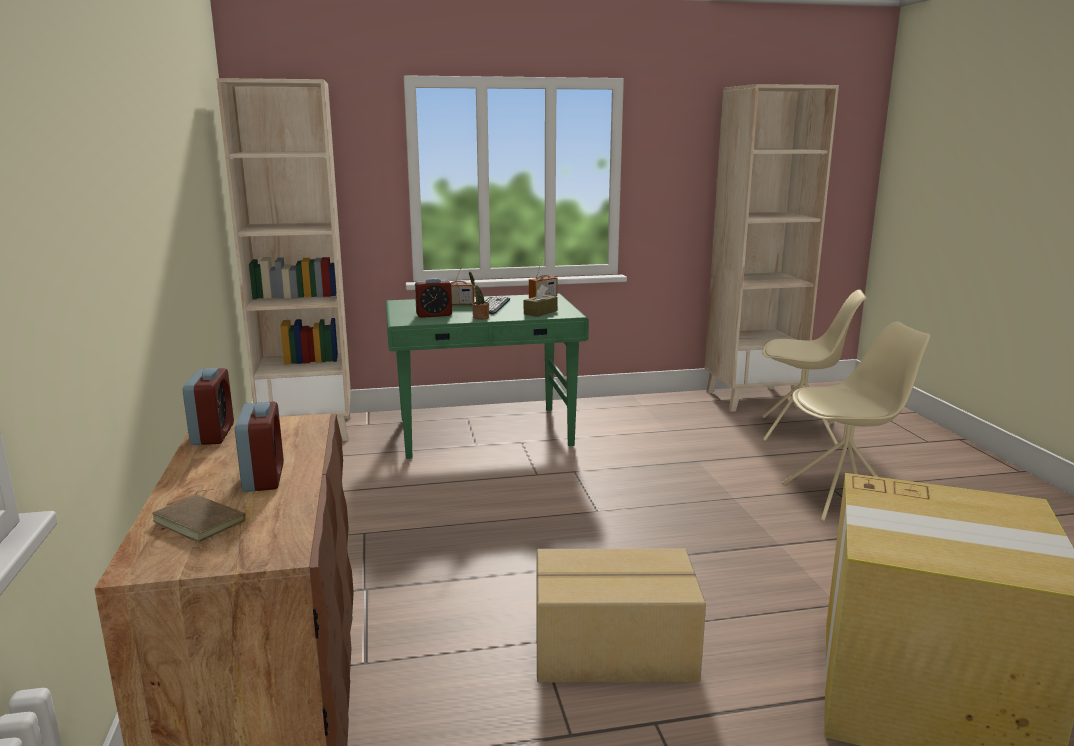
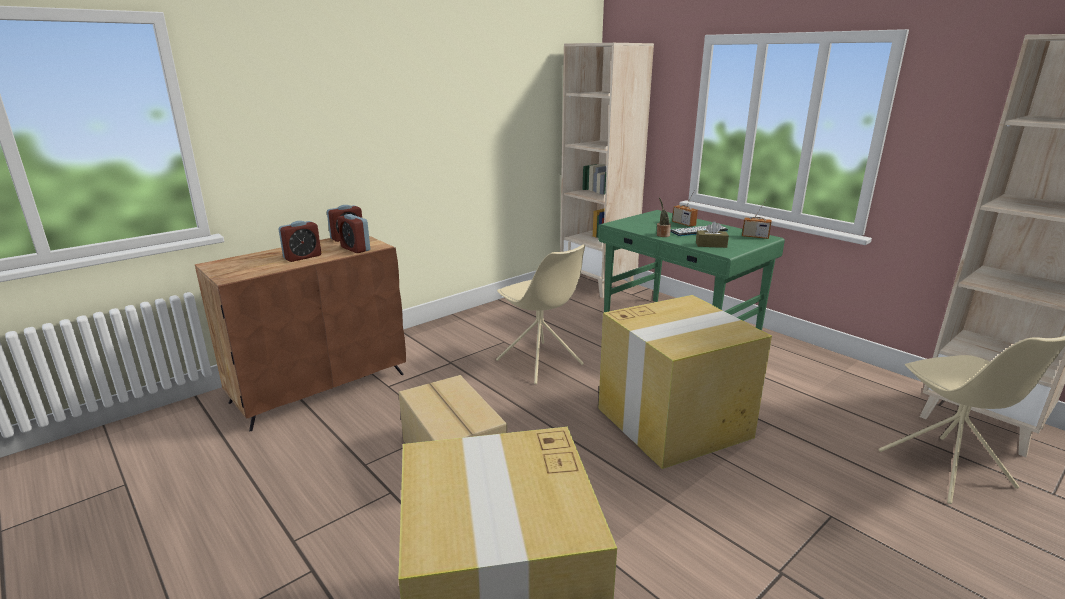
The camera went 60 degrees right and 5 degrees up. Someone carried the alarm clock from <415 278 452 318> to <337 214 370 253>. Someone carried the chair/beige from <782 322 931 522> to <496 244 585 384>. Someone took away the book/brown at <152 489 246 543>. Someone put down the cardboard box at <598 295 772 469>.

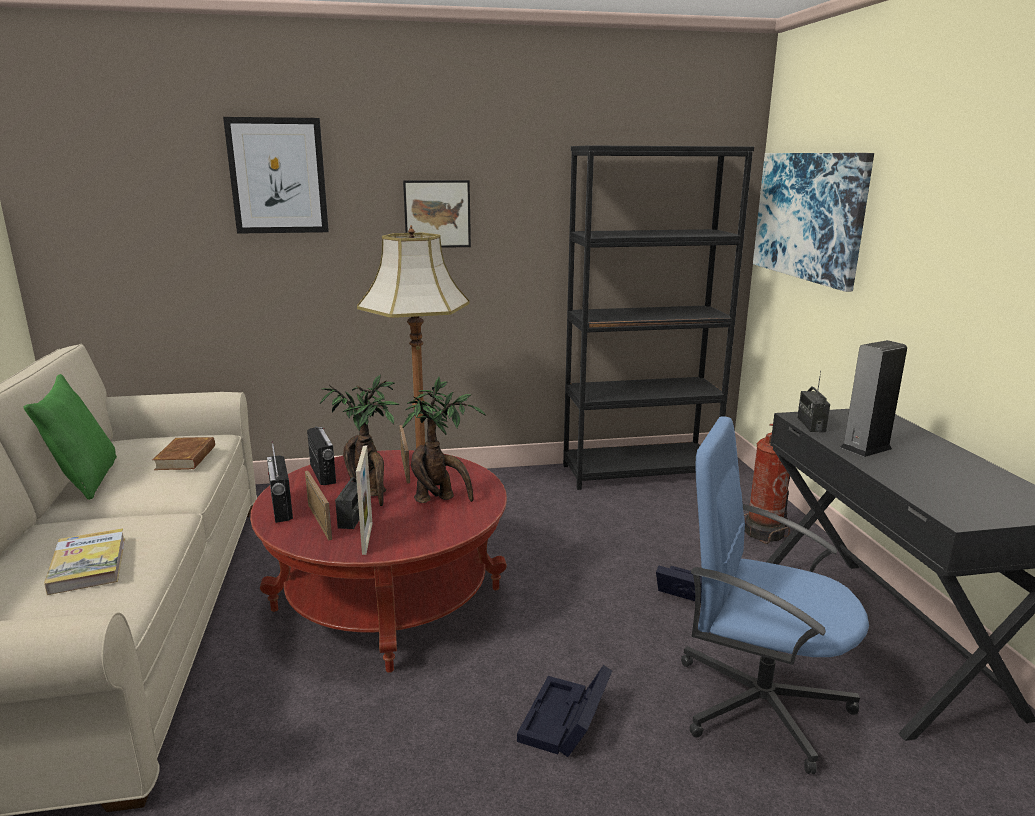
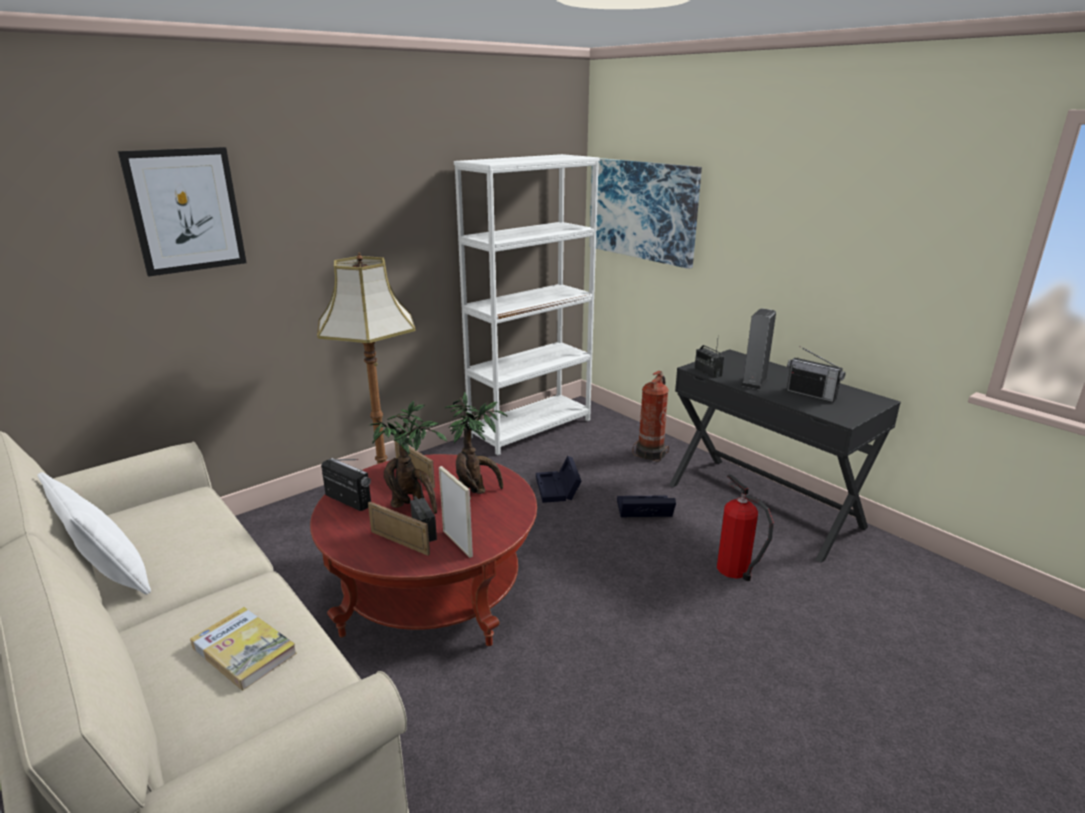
The camera went 30 degrees left and 5 degrees up. Someone repainted the bookcase/black at <563 145 754 490>, which became the bookcase/white at <454 154 600 455>. Someone took away the picture at <403 180 471 248>. Someone repainted the pillow/green at <23 374 117 500>, which became the pillow/white at <38 472 151 595>. Someone swapped the office chair/blue at <681 416 869 774> for the fire extinguisher at <717 474 774 581>. Someone took away the book/brown at <152 437 215 470>. Someone carried the radio from <267 441 293 523> to <786 346 845 403>. Someone carried the storage box/black from <517 665 612 757> to <536 456 582 503>.

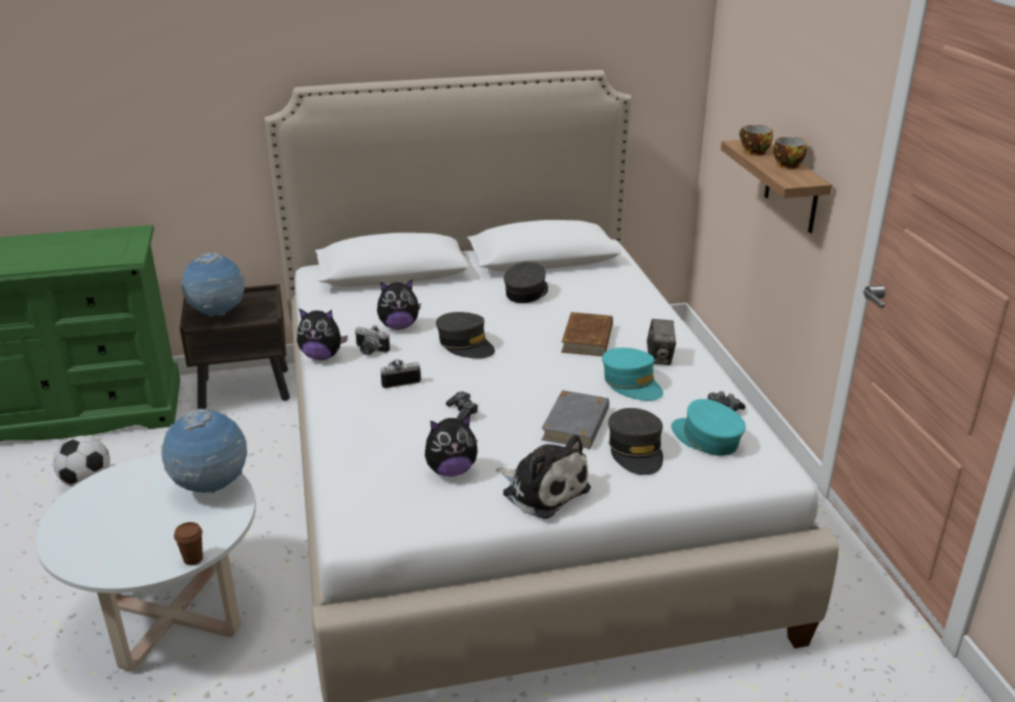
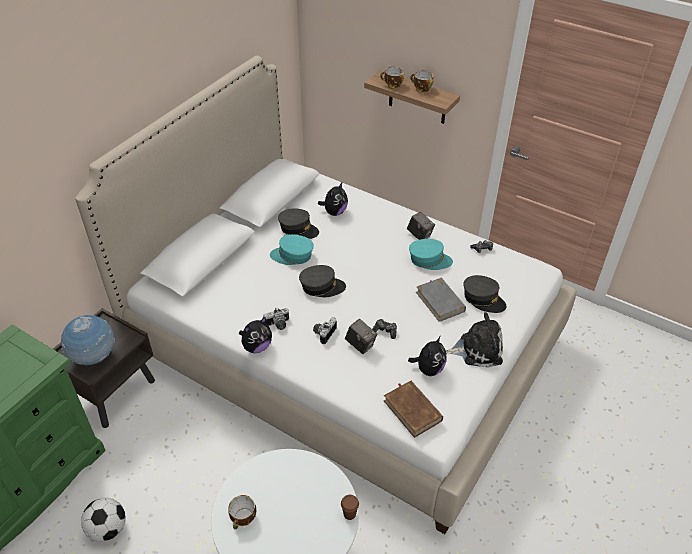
The camera went 45 degrees left and 15 degrees up. Someone rotated the cap/grey at <504 261 548 303> by 135 degrees clockwise. Someone carried the plush toy from <377 280 421 330> to <318 183 348 216>. Someone carried the book/brown from <561 312 613 356> to <384 381 443 438>. Someone carried the cap/turquoise from <671 399 746 456> to <270 235 314 265>. Someone took away the globe at <161 409 247 493>. Someone put down the photo camera at <345 319 377 354>. Someone put down the cup at <228 495 256 529>.

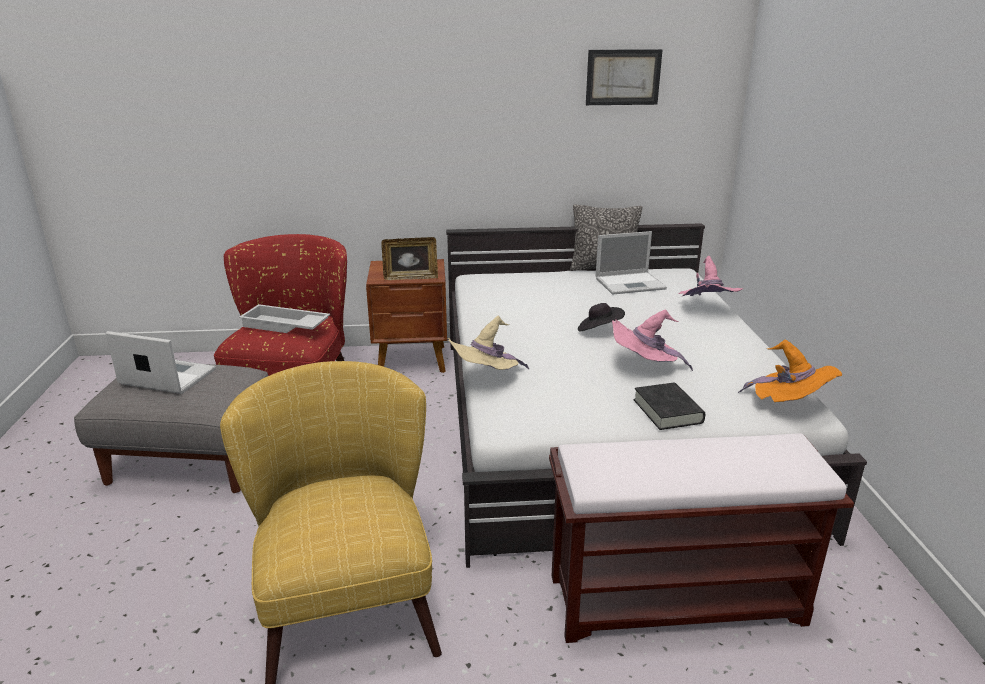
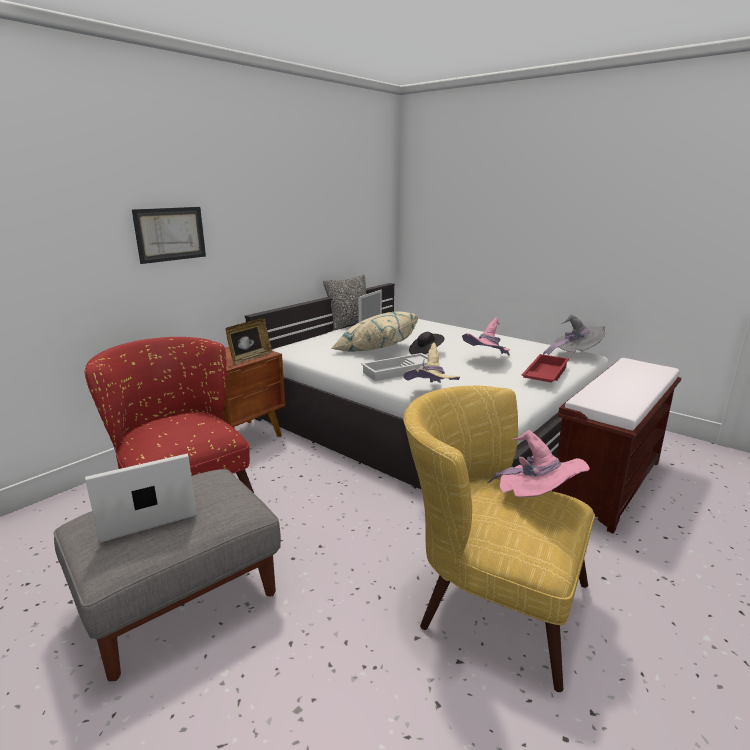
The camera went 45 degrees left and 5 degrees down. Someone carried the picture from <586 49 662 105> to <132 207 206 264>. Someone carried the hat/pink from <679 256 743 296> to <487 430 590 497>. Someone carried the tray/white from <239 304 330 333> to <361 353 428 381>. Someone repainted the hat/orange at <738 339 842 402>, which became the hat/grey at <543 314 605 355>. Someone swapped the book/black at <634 383 705 430> for the tray/red at <521 354 569 383>. Someone put down the pillow/beige at <331 312 419 352>.

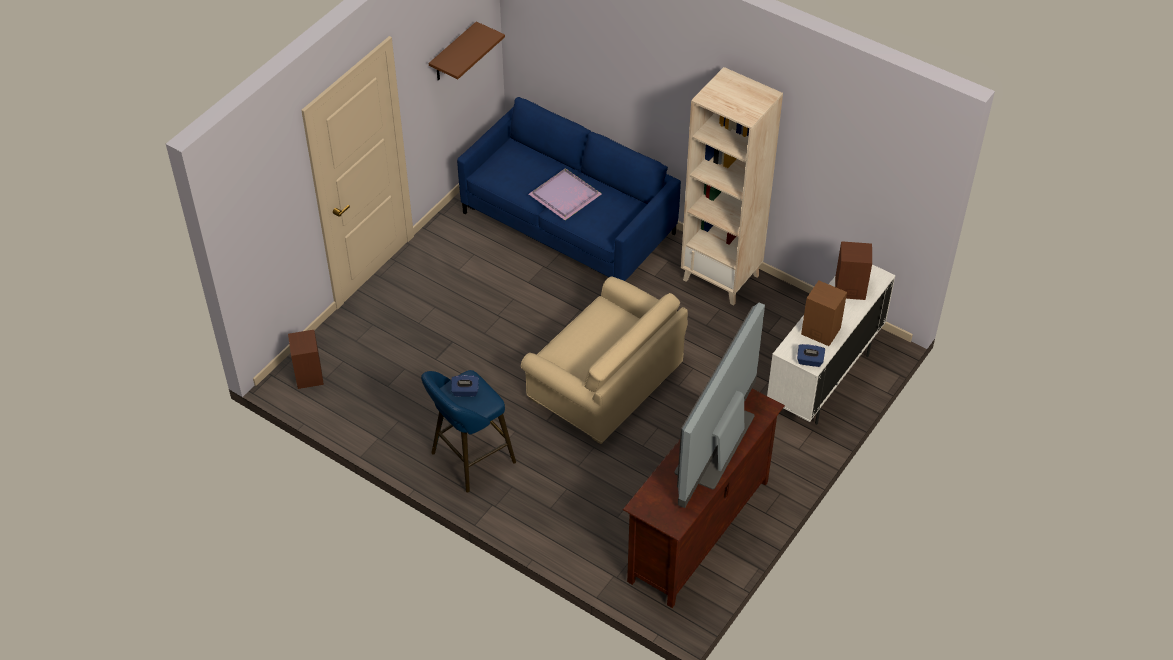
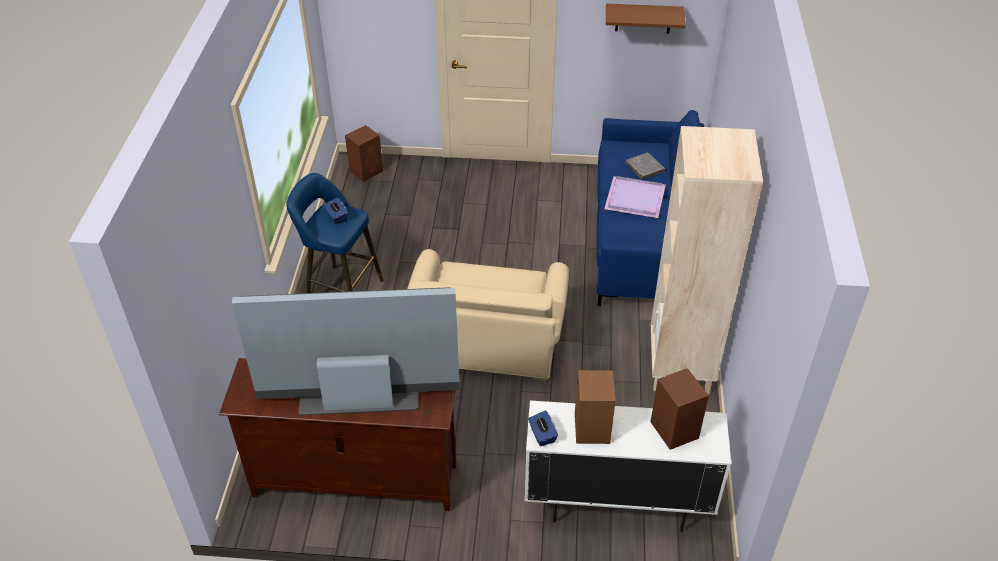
The camera went 60 degrees right and 5 degrees down. Someone put down the book/grey at <625 153 665 180>.

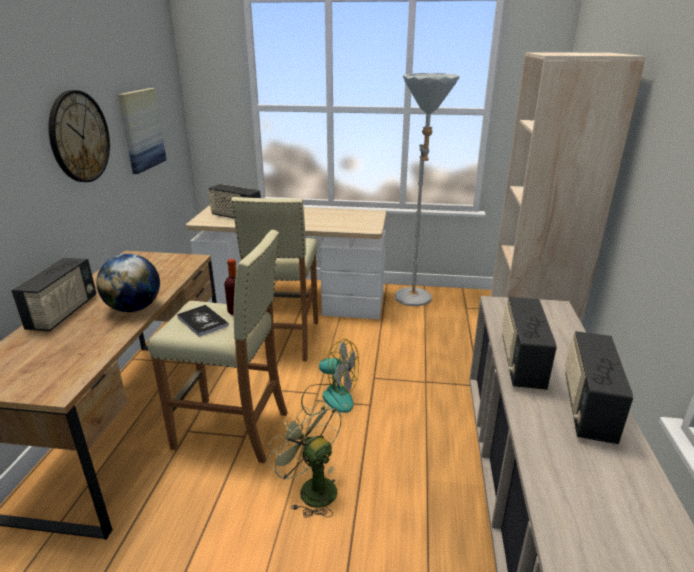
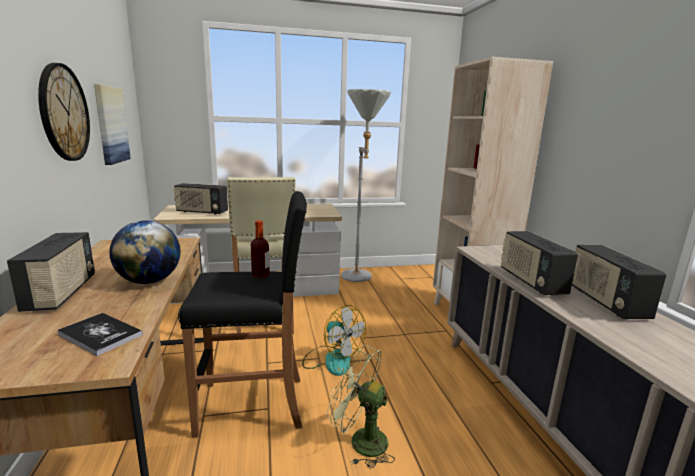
The camera went 20 degrees left and 10 degrees down. Someone repainted the stool/beige at <147 230 288 463>, which became the stool/black at <178 191 307 438>. Someone carried the book from <177 305 229 337> to <57 313 143 356>. Someone rotated the fan at <301 339 359 416> by 45 degrees clockwise.

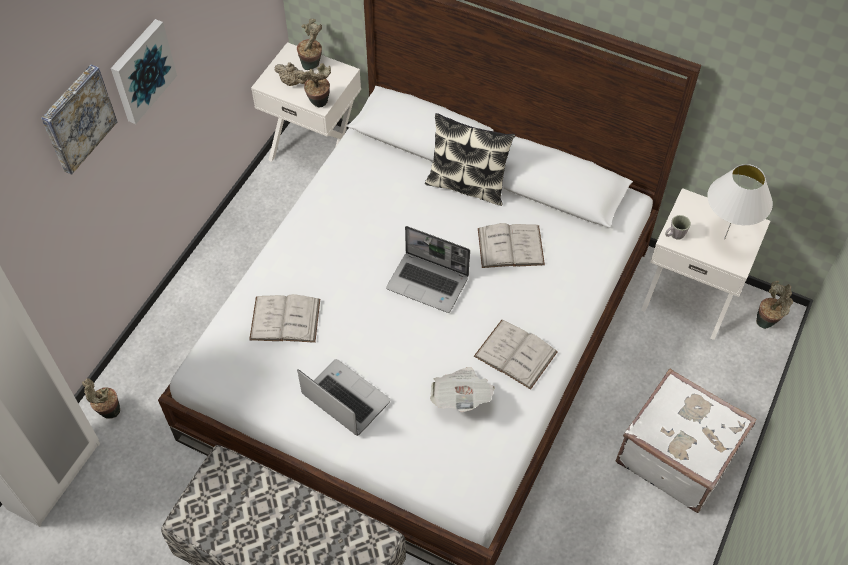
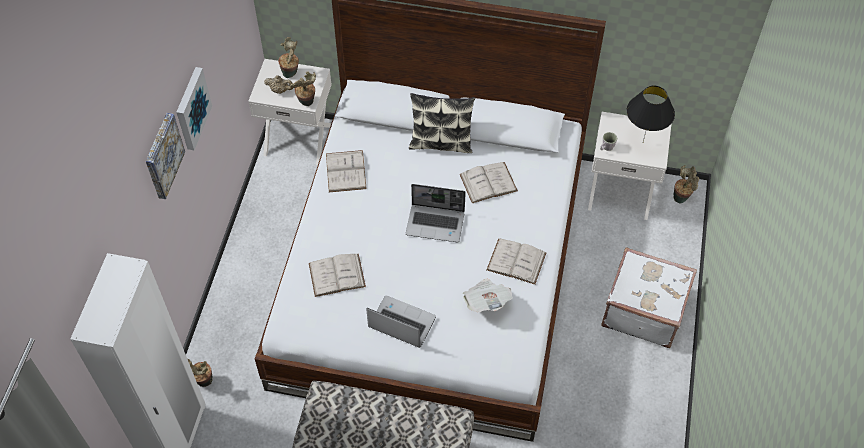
The camera went 15 degrees left and 0 degrees up. Someone repainted the table lamp/white at <707 164 773 239>, which became the table lamp/black at <627 86 675 142>. Someone put down the book/white at <326 150 367 192>.

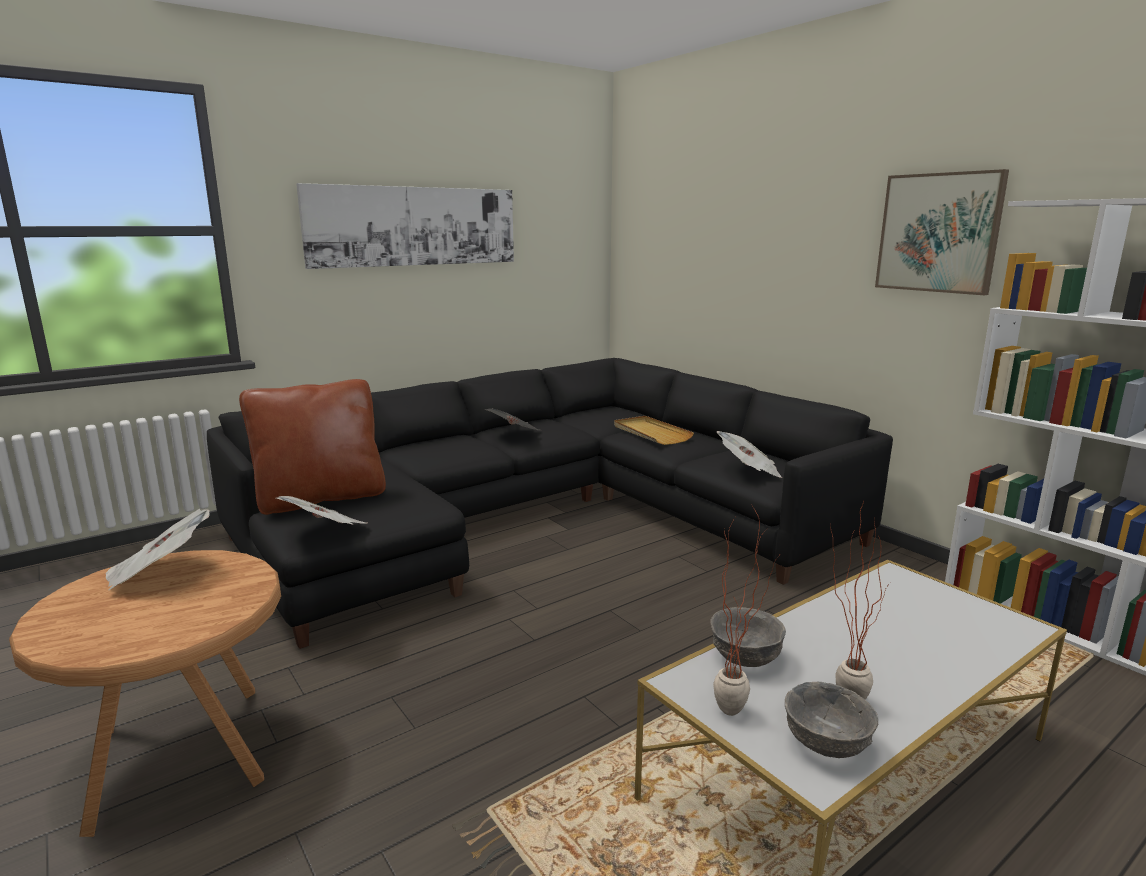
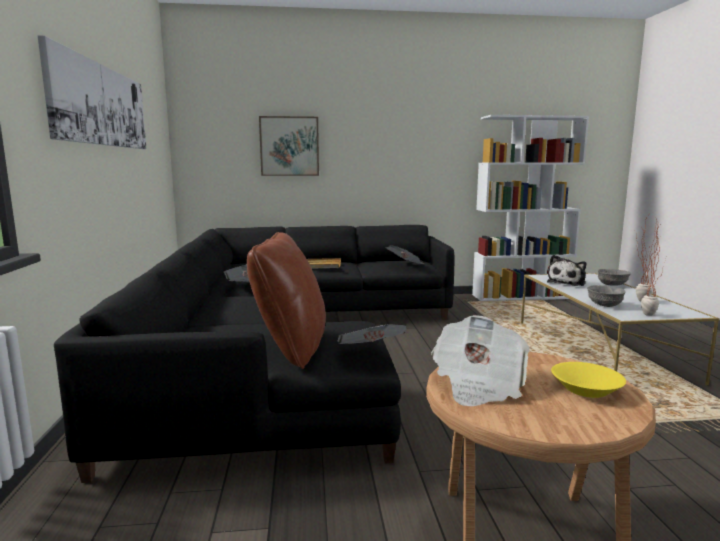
The camera went 60 degrees left and 5 degrees down. Someone carried the picture from <875 169 1009 295> to <259 116 319 176>. Someone carried the bowl/grey from <785 682 878 758> to <598 269 631 286>. Someone put down the plush toy at <547 255 586 286>. Someone put down the bowl/yellow at <551 362 626 398>.

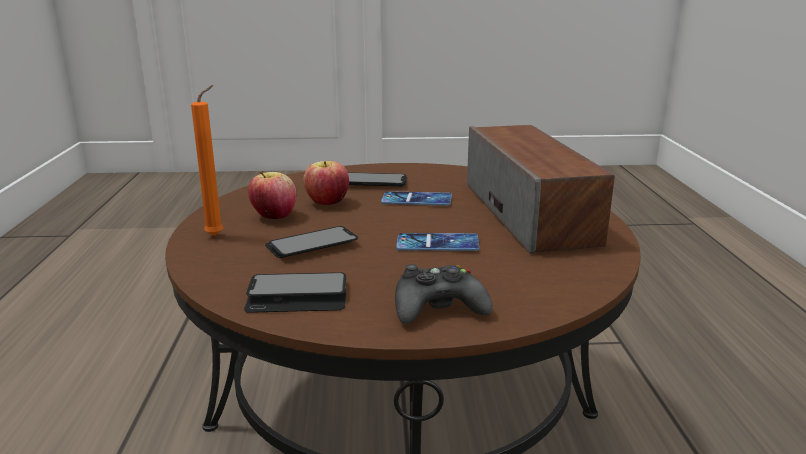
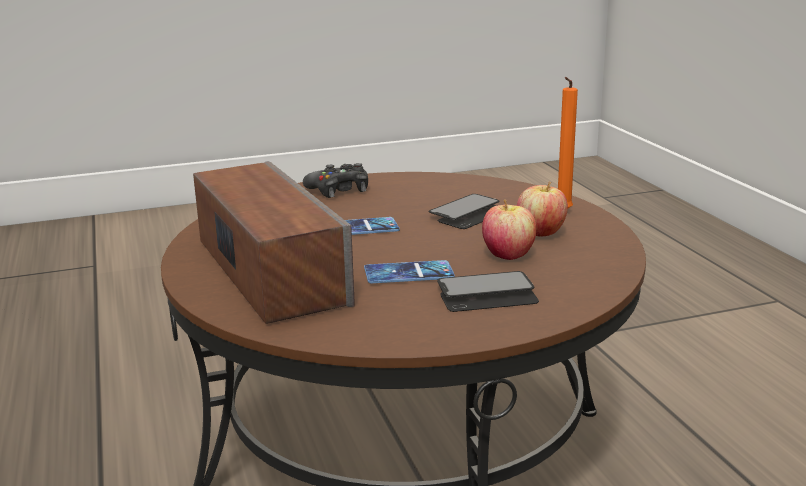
The camera went 165 degrees right and 0 degrees up. Someone took away the phone at <244 272 346 313>.

